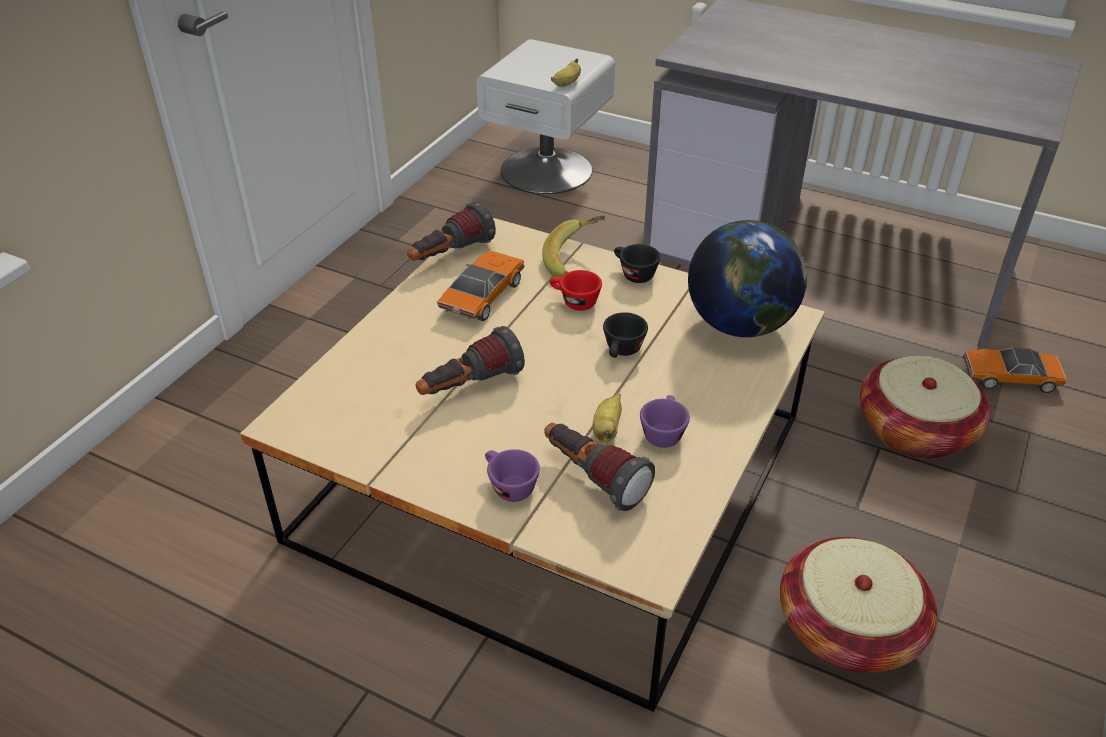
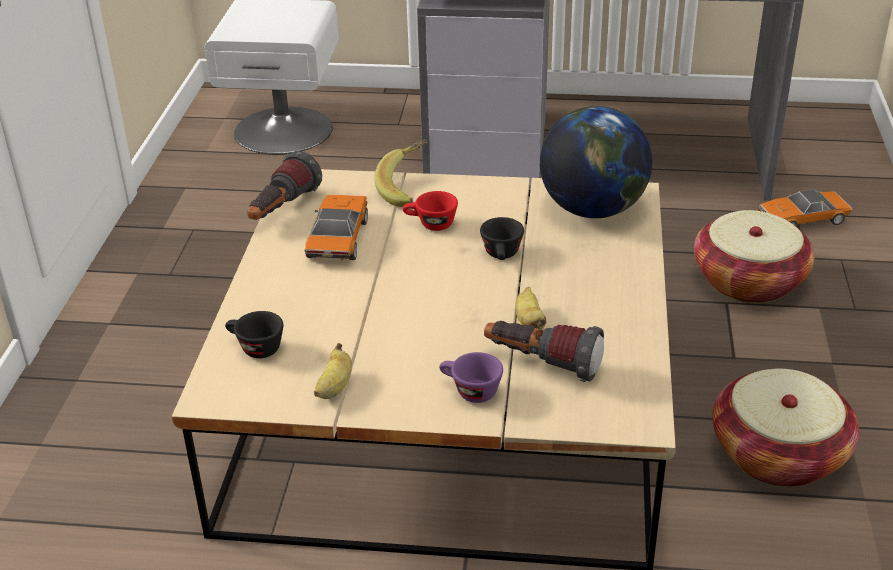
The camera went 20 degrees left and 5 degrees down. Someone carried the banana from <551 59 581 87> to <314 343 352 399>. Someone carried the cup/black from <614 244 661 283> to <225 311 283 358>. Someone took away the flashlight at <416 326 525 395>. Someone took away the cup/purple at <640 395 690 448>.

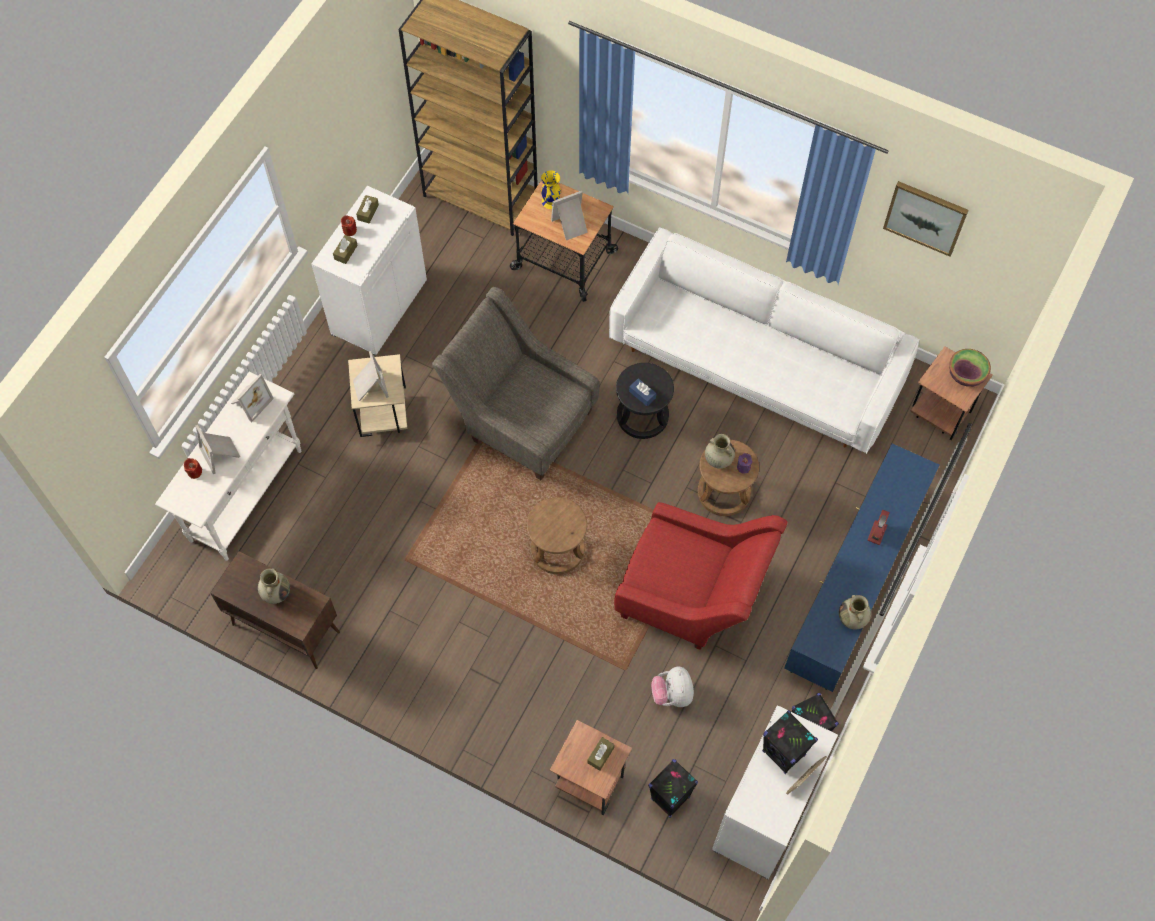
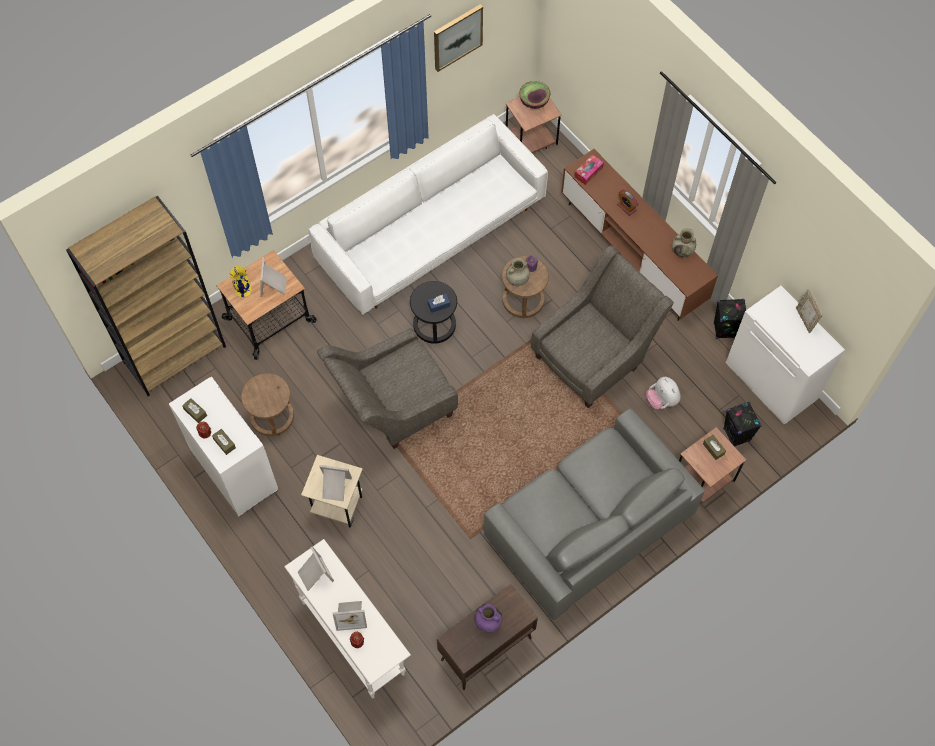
The camera went 65 degrees left and 0 degrees up. Someone repainted the tv stand/blue at <784 444 939 692>, which became the tv stand/brown at <561 149 718 321>. Someone carried the stool/brown from <527 497 587 574> to <241 373 294 436>. Someone repainted the armchair/red at <614 502 787 650>, which became the armchair/grey at <531 246 674 408>. Someone repainted the vase/beige at <258 569 290 604>, which became the vase/purple at <475 604 502 633>. Someone rotated the plush toy at <651 667 694 707> by 45 degrees clockwise. Someone took away the speaker/black at <762 710 818 774>. Someone put down the tissue box at <574 155 604 185>. Someone put down the sofa/grey at <484 408 705 620>.

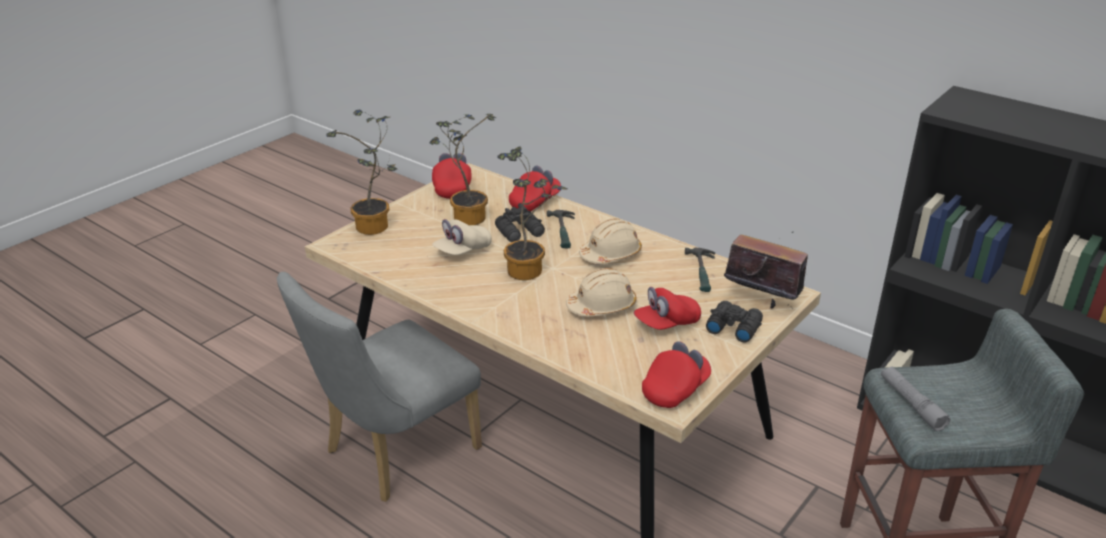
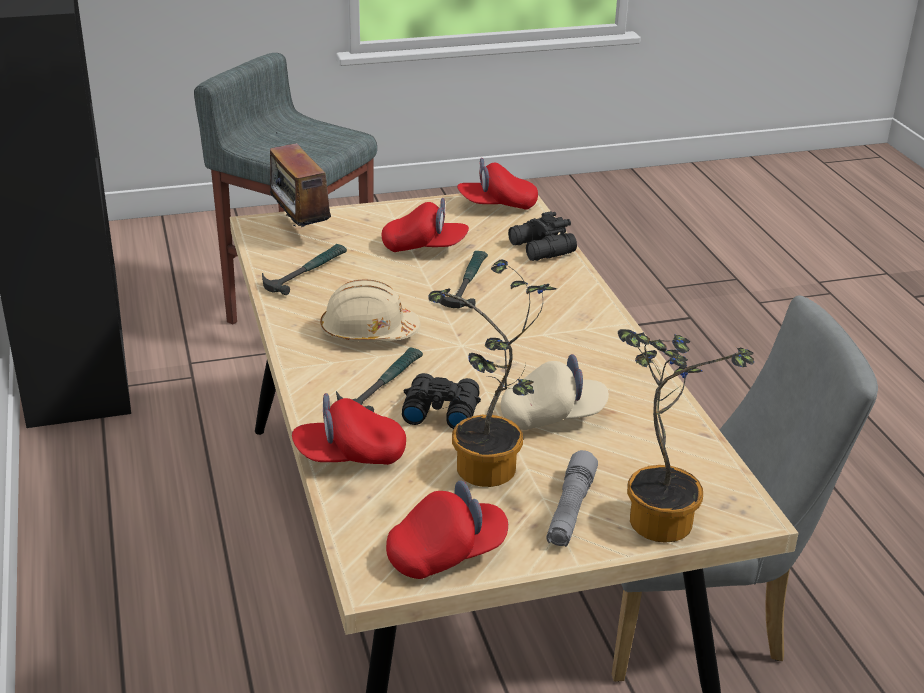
The camera went 145 degrees left and 0 degrees up. Someone took away the potted plant at <497 146 568 280>. Someone rotated the cap/red at <432 153 472 199> by 150 degrees counterclockwise. Someone swapped the hard hat/beige at <566 268 636 316> for the hammer at <440 251 488 308>. Someone carried the binoculars/black from <706 301 763 342> to <508 211 577 261>. Someone carried the flashlight/grey from <881 366 950 431> to <546 450 598 547>.

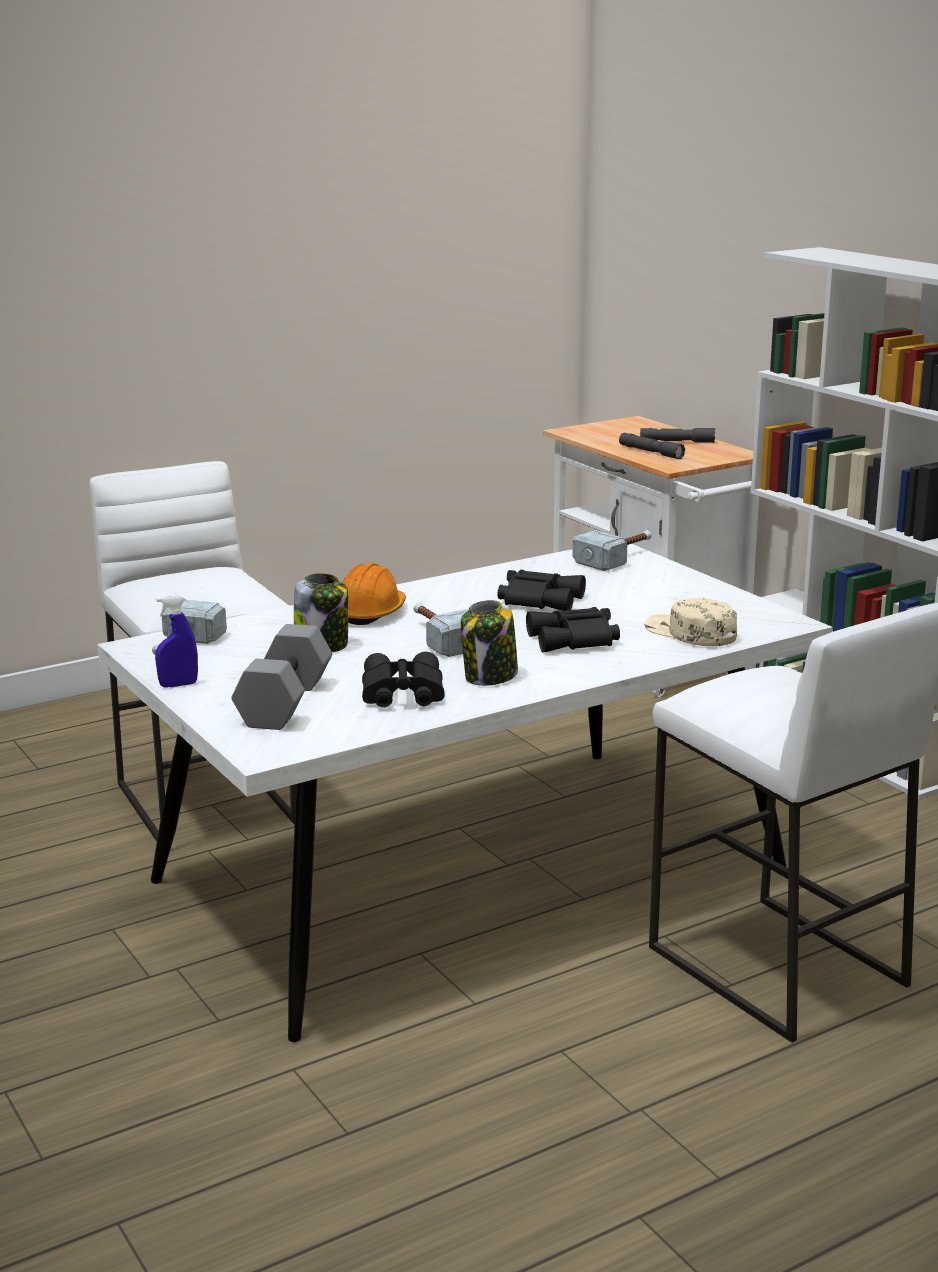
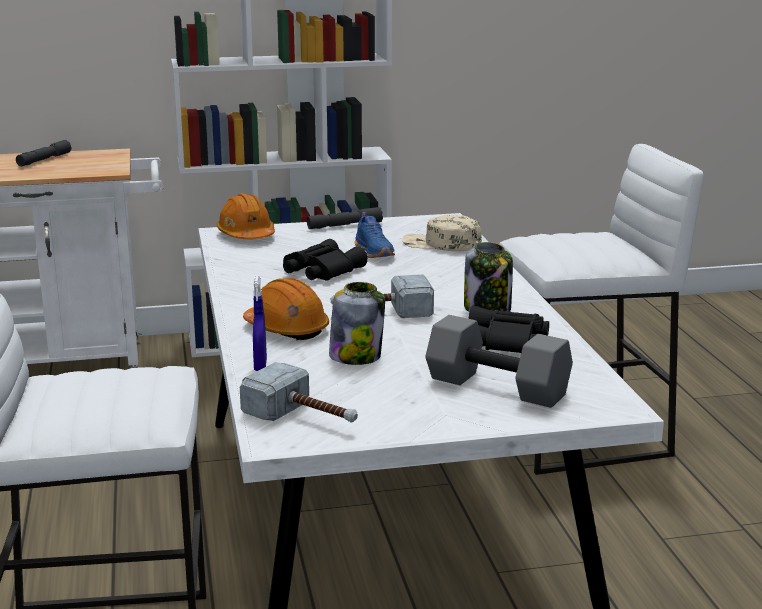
The camera went 70 degrees left and 0 degrees up. Someone carried the flashlight/grey from <619 433 685 459> to <307 207 383 229>. Someone swapped the hammer at <572 530 651 571> for the hard hat/orange at <216 193 275 239>. Someone carried the spray bottle/blue from <155 595 198 688> to <253 276 267 371>. Someone rotated the cap/beige at <644 597 737 646> by 45 degrees clockwise. Someone took away the binoculars/black at <526 607 620 652>. Someone put down the shoe/blue at <354 212 395 258>.

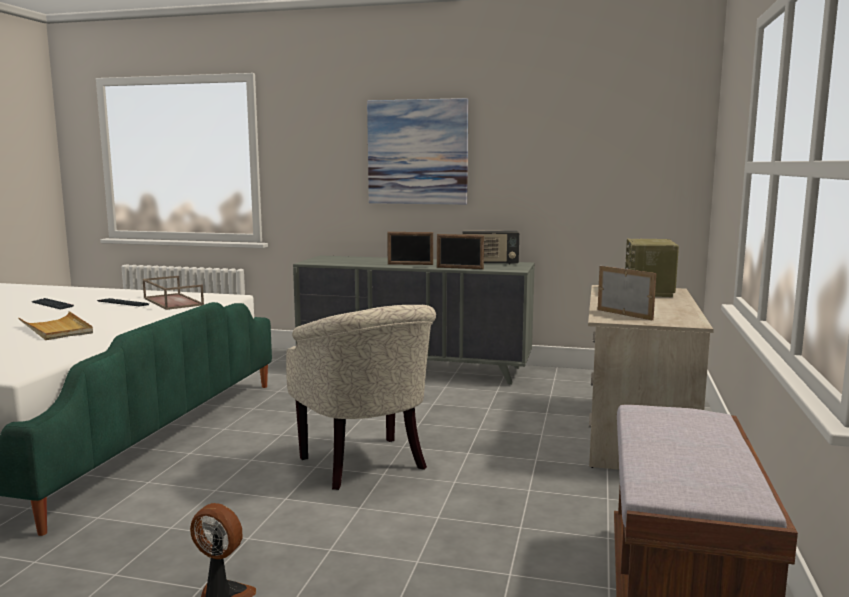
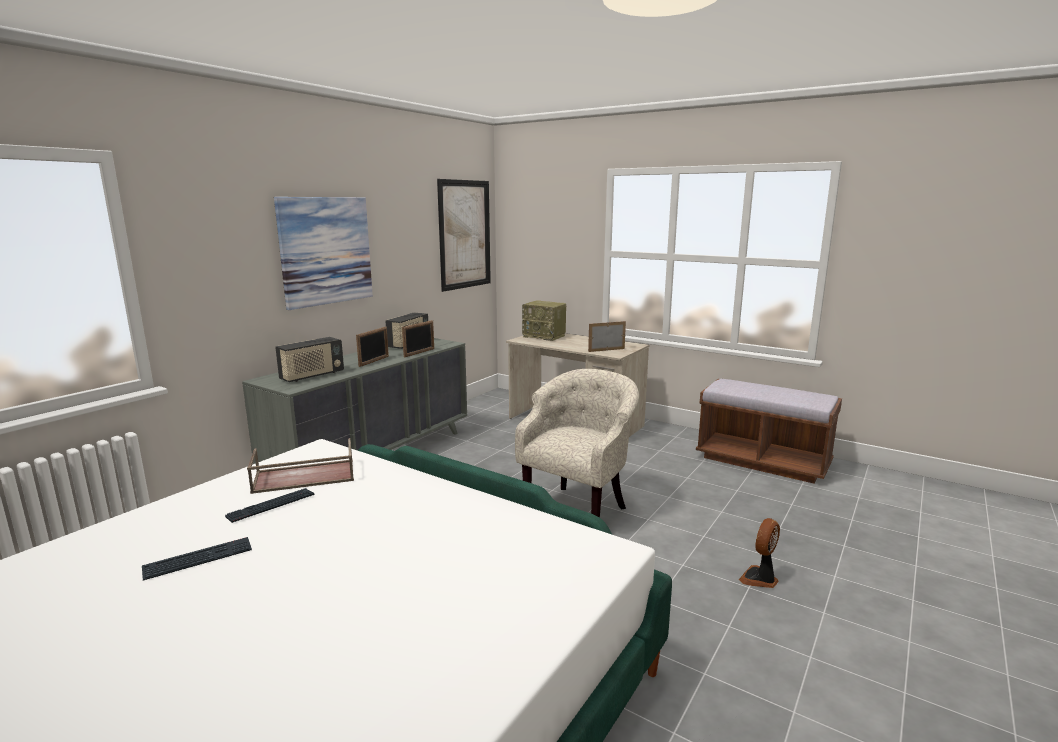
The camera went 70 degrees left and 5 degrees up. Someone rotated the armchair/beige at <286 305 436 490> by 45 degrees counterclockwise. Someone took away the tray/beige at <19 311 93 340>. Someone put up the picture at <437 179 491 292>. Someone put down the radio at <275 337 344 382>.

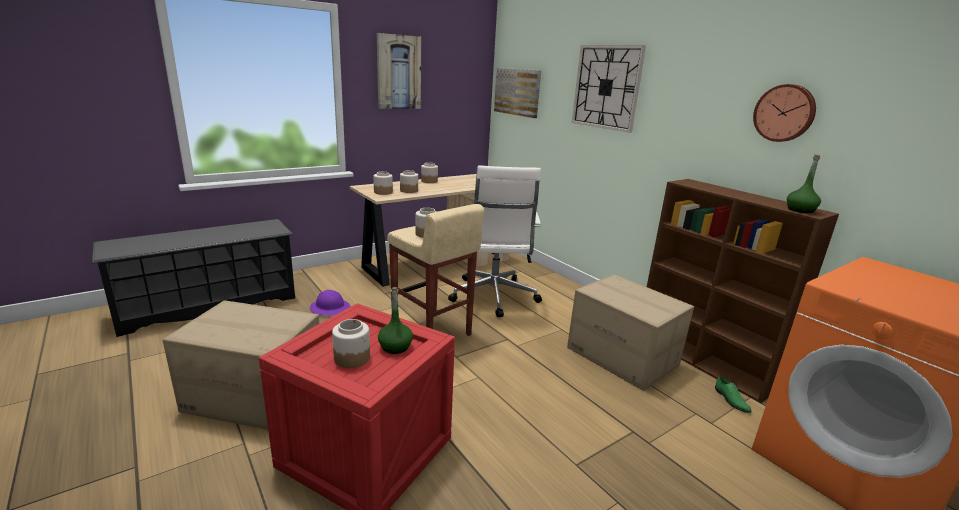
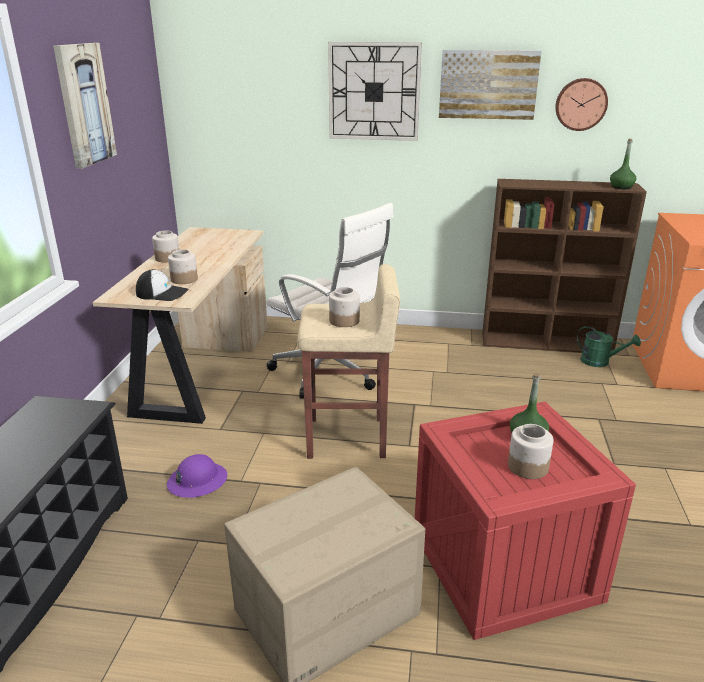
The camera went 45 degrees left and 5 degrees up. Someone carried the picture from <494 68 541 118> to <439 50 542 120>. Someone swapped the jar at <374 171 393 195> for the cap at <136 269 188 301>. Someone took away the cardboard box at <567 274 694 391>. Someone swapped the shoe/green at <715 377 751 413> for the watering can/green at <577 326 641 367>.

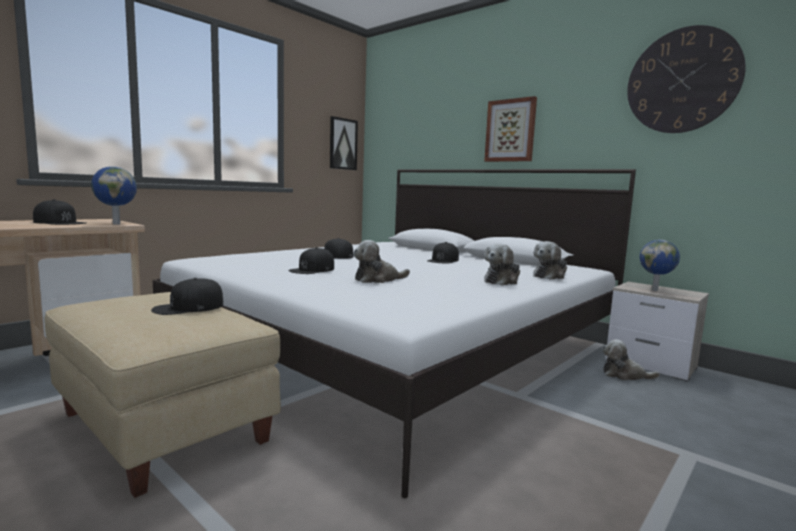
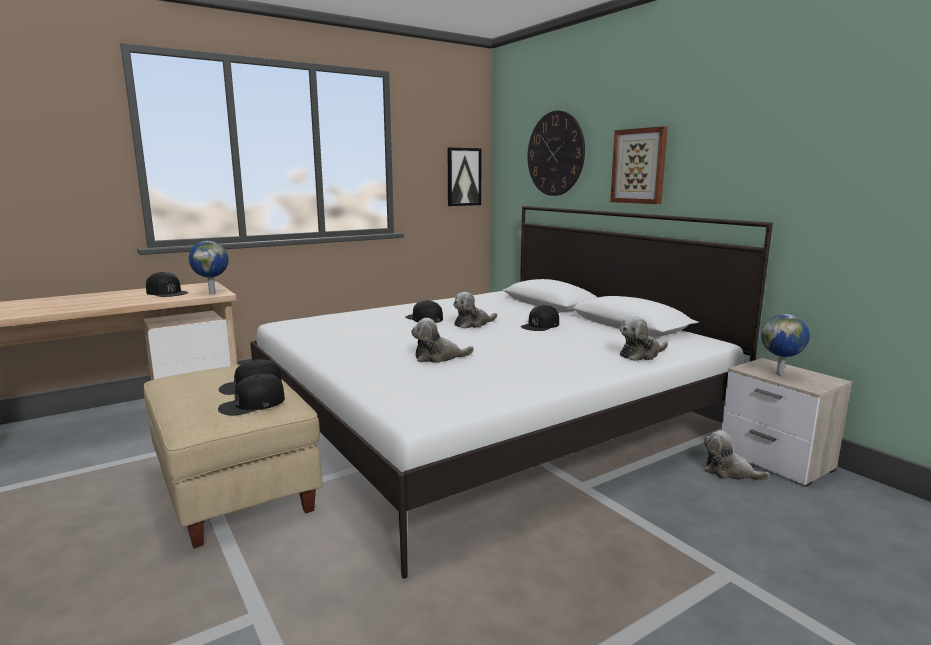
The camera went 15 degrees right and 5 degrees up. Someone carried the wall clock from <627 25 746 133> to <527 111 585 196>. Someone carried the plush toy from <484 243 520 285> to <453 292 497 329>. Someone carried the cap/black from <288 247 334 274> to <218 374 285 416>.

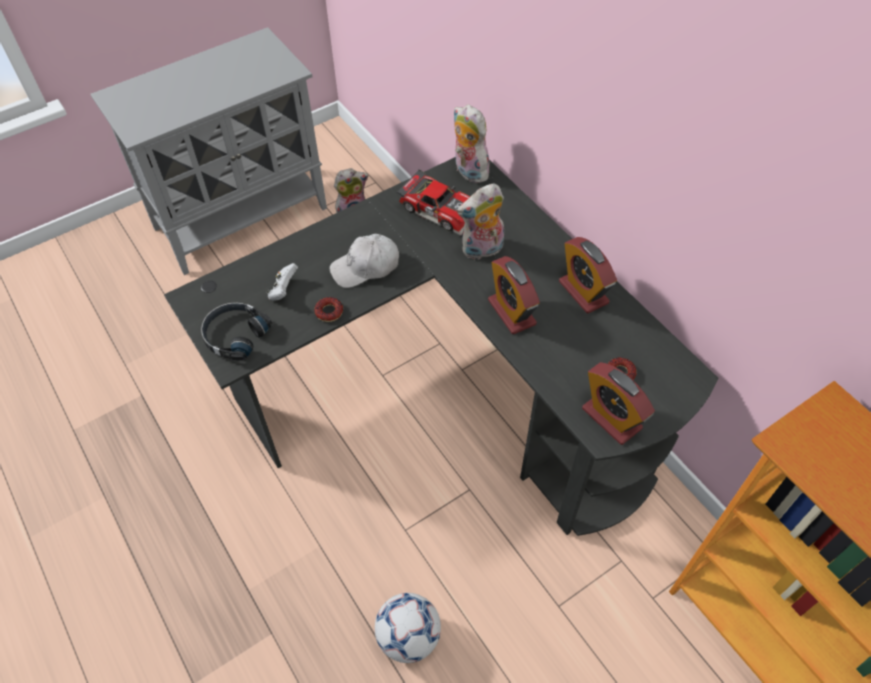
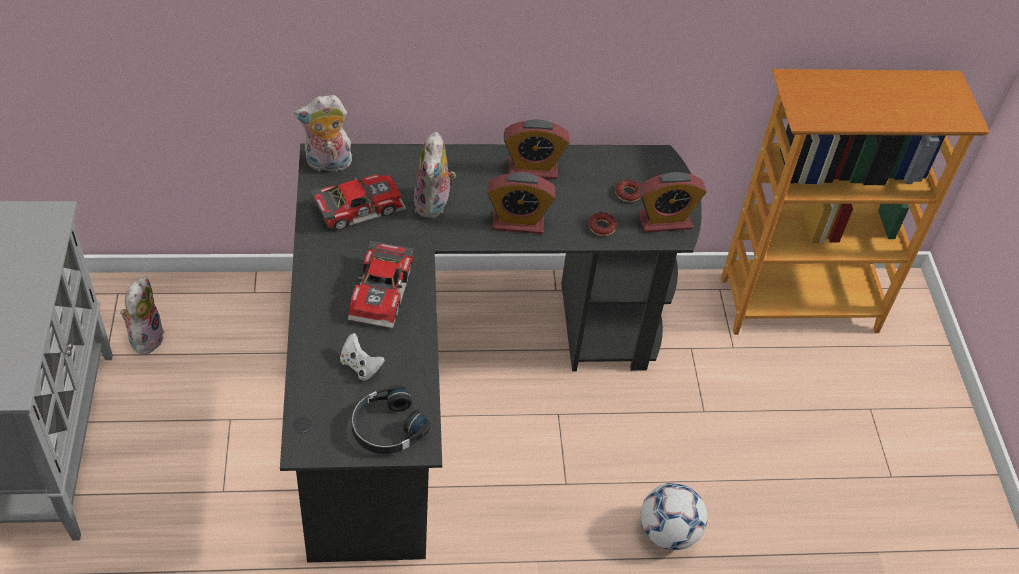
The camera went 65 degrees left and 5 degrees down. Someone swapped the cap/white at <330 234 399 288> for the toy car at <348 240 414 328>. Someone carried the donut from <314 297 343 322> to <588 212 617 236>.

